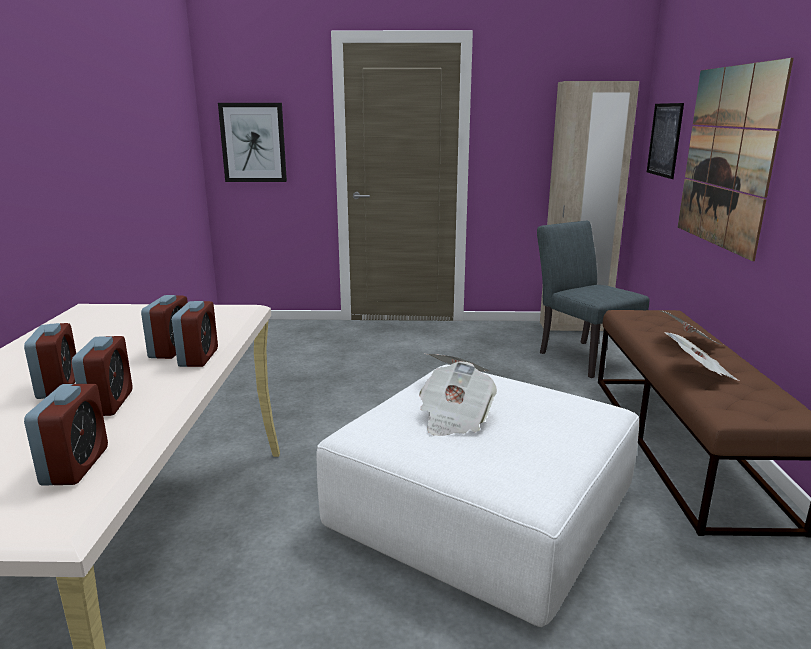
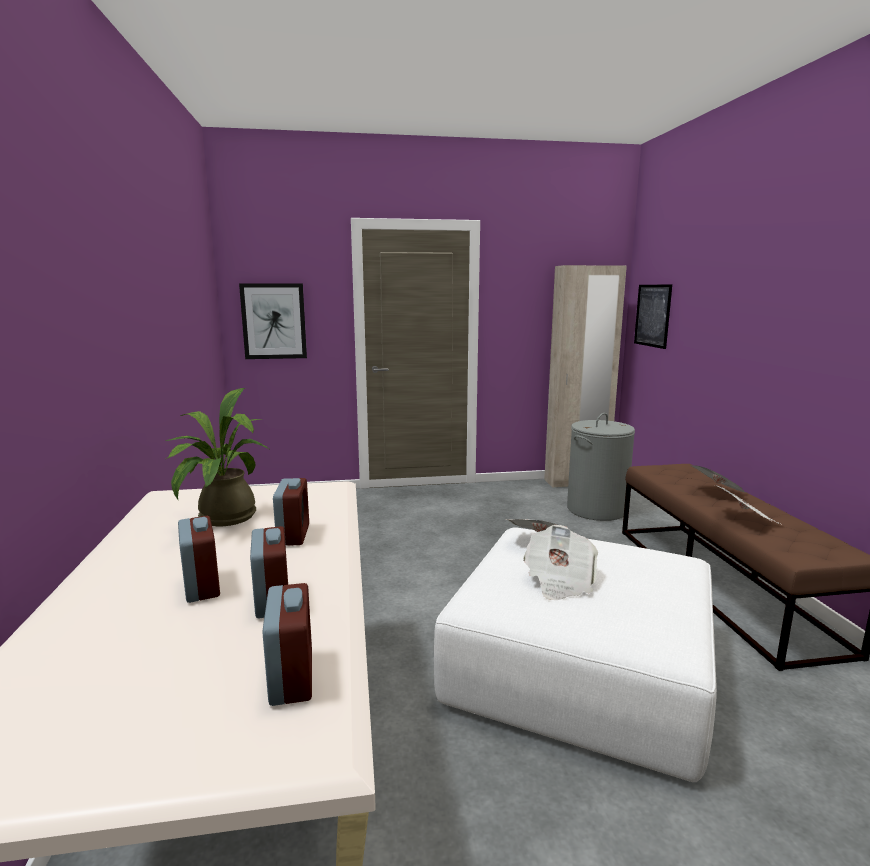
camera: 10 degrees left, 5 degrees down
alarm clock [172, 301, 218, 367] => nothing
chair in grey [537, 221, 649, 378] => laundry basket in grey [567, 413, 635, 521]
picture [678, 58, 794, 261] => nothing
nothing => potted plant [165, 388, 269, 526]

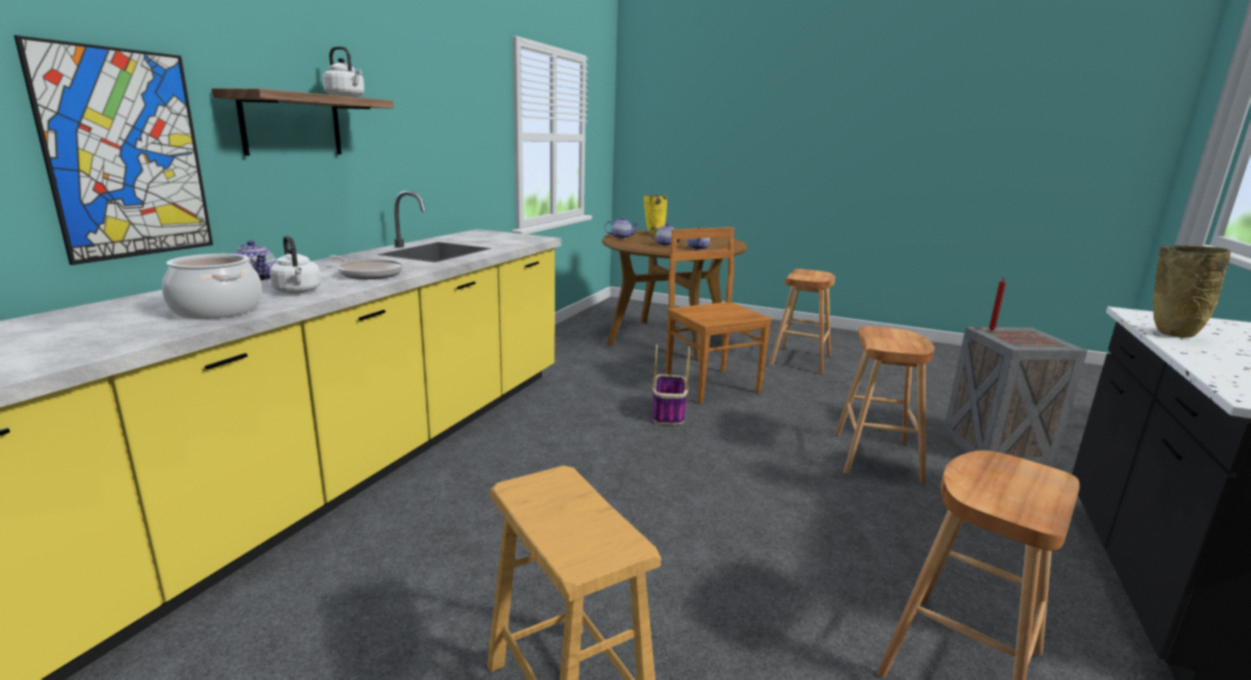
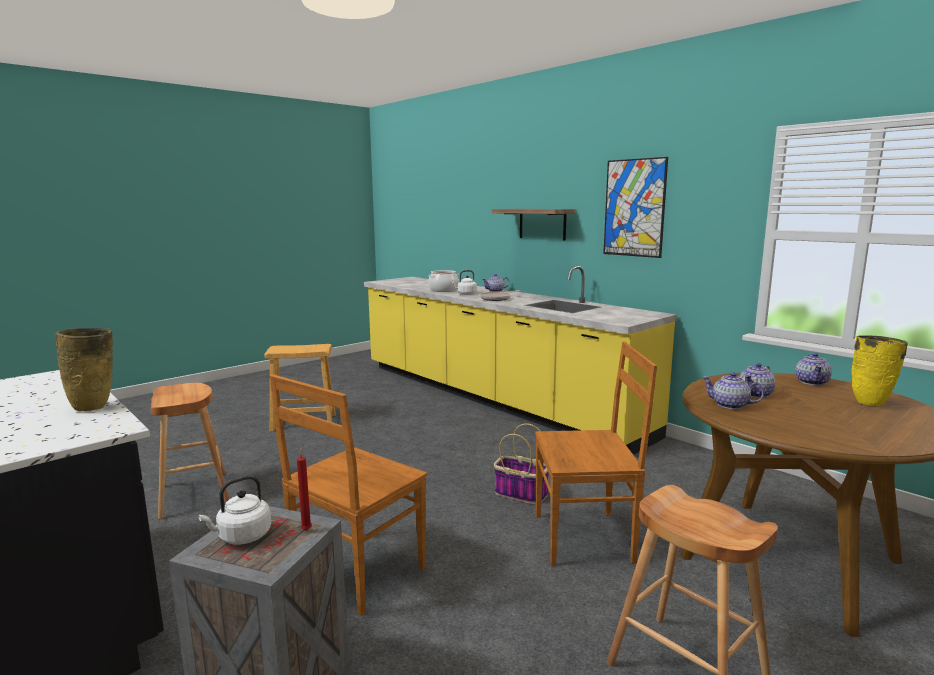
camera: 115 degrees right, 5 degrees down
picture [14, 35, 213, 265] => picture [603, 157, 668, 258], moved
kettle in white [323, 46, 365, 97] => kettle in white [198, 475, 271, 545], moved
stool in brown [835, 326, 934, 485] => chair in brown [270, 374, 427, 616]

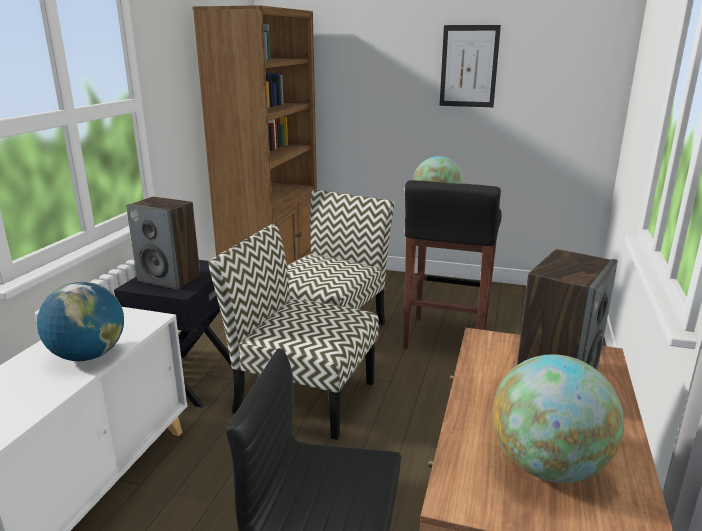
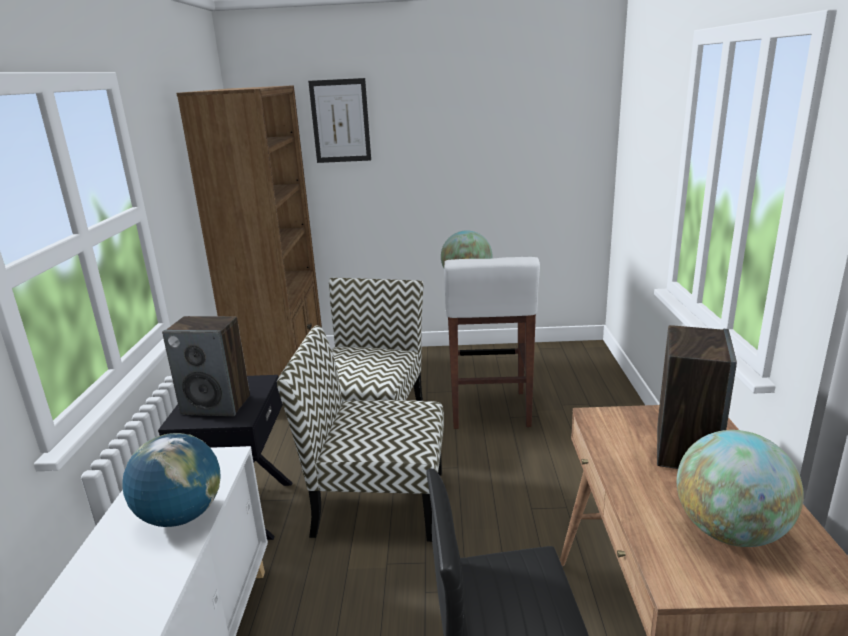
camera: 15 degrees left, 0 degrees up
stool in black [403, 180, 502, 348] => stool in white [444, 257, 540, 429]
picture [440, 25, 501, 107] => picture [308, 78, 371, 163], moved

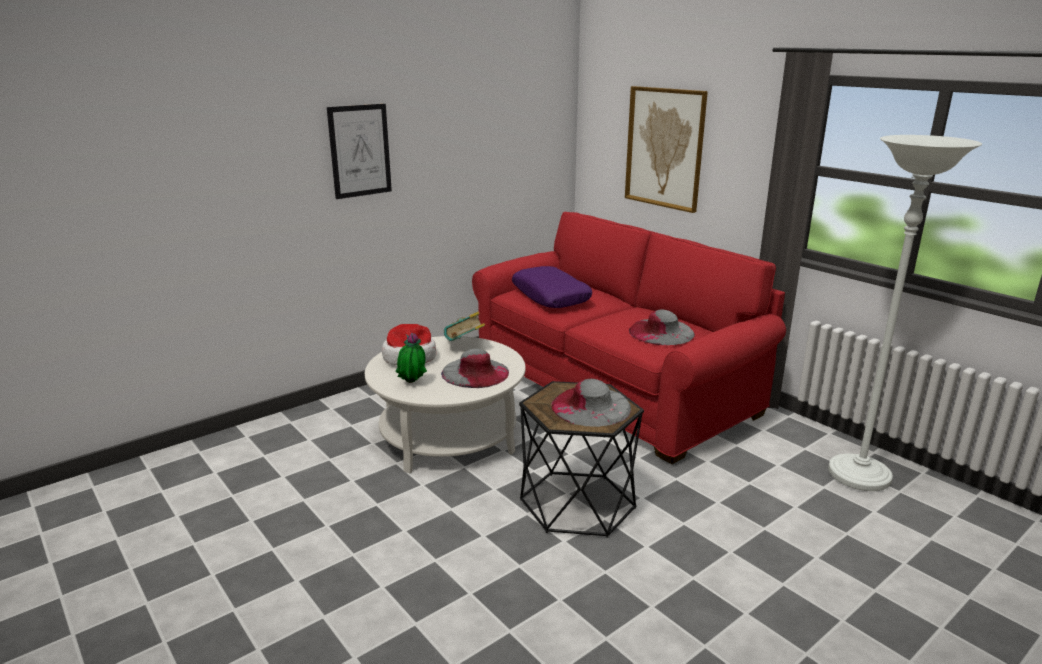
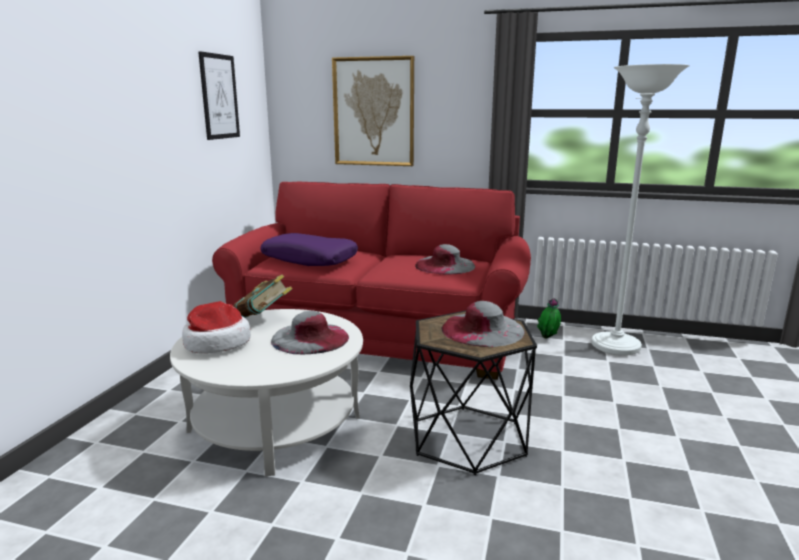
camera: 35 degrees left, 5 degrees down
picture [327, 104, 392, 199] => picture [198, 51, 240, 140], moved
potted plant [395, 333, 427, 383] => potted plant [537, 298, 561, 339], moved

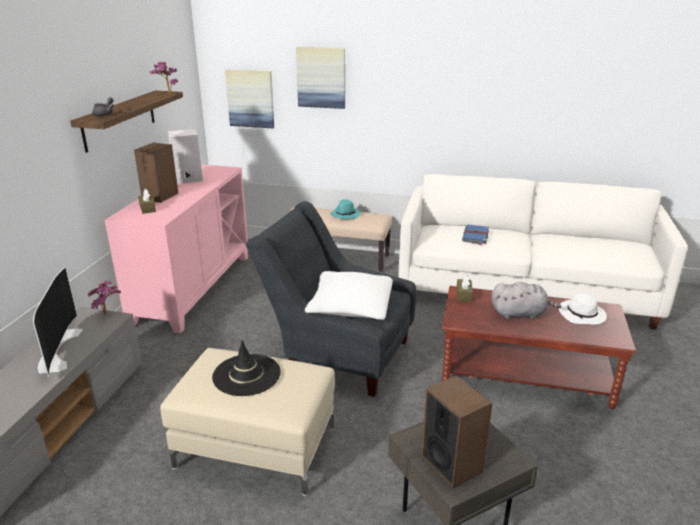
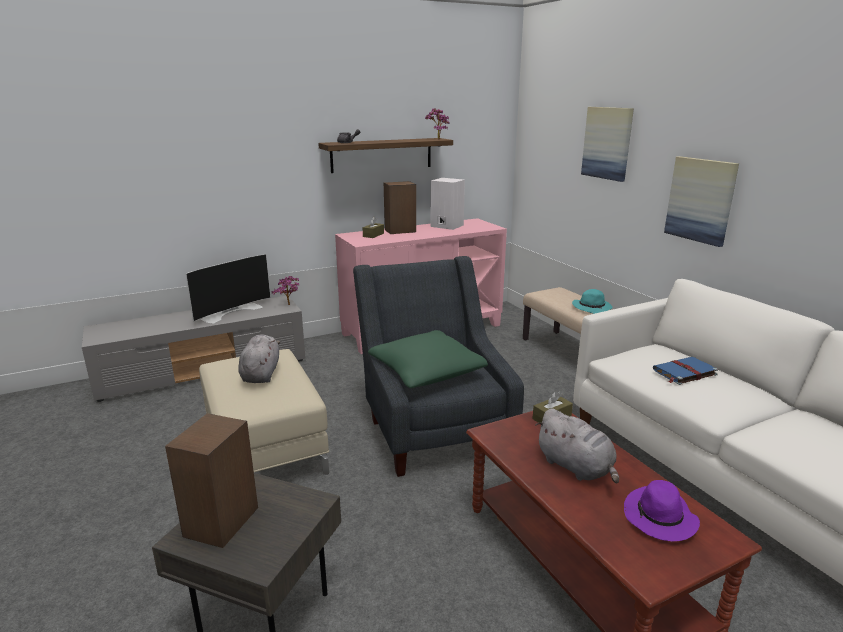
camera: 50 degrees right, 5 degrees down
hat in black [212, 340, 281, 396] => plush toy in grey [238, 335, 280, 383]
picture [225, 70, 274, 128] => picture [664, 156, 739, 247], moved
pillow in white [305, 271, 393, 320] => pillow in green [368, 330, 488, 388]
hat in white [559, 293, 607, 325] => hat in purple [624, 480, 700, 541]

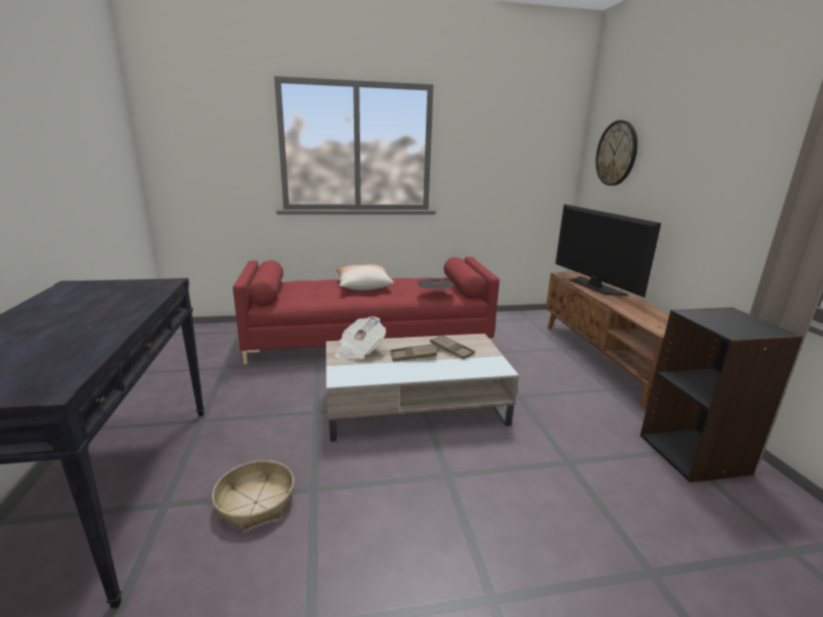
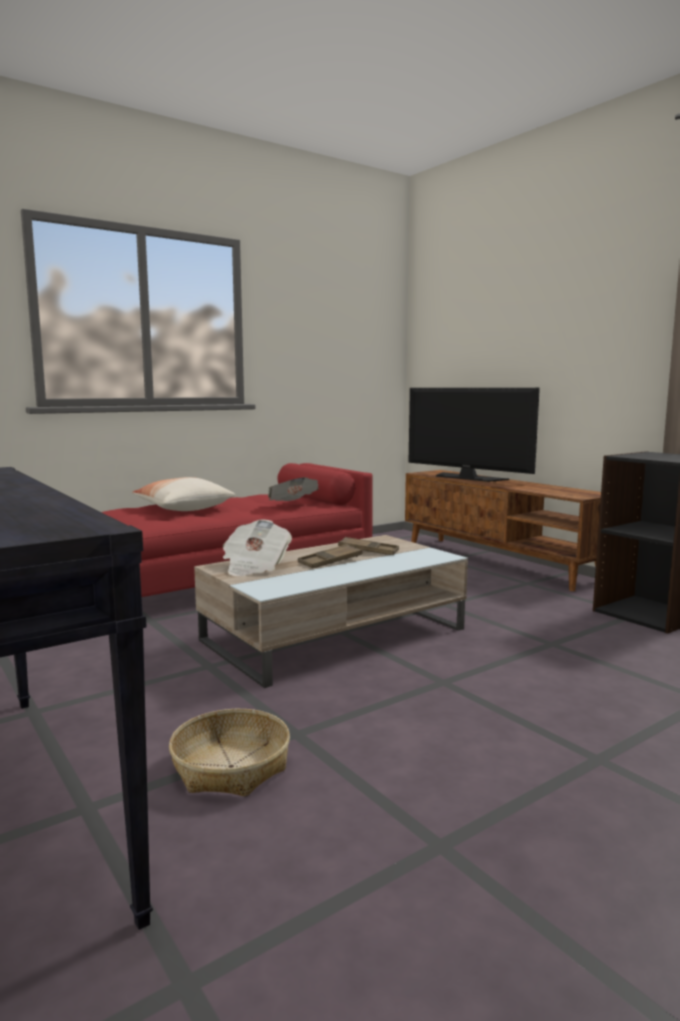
camera: 25 degrees left, 10 degrees down
wall clock [596, 120, 638, 186] => nothing

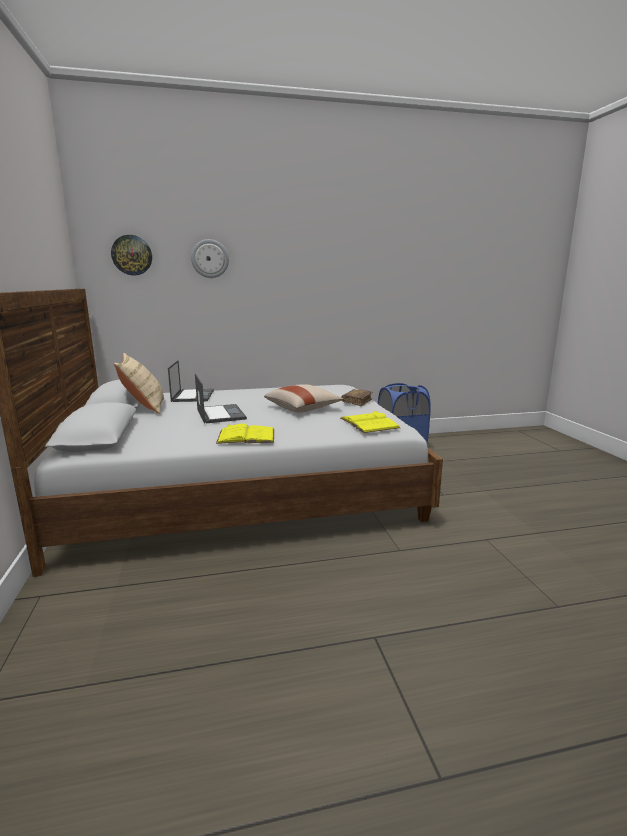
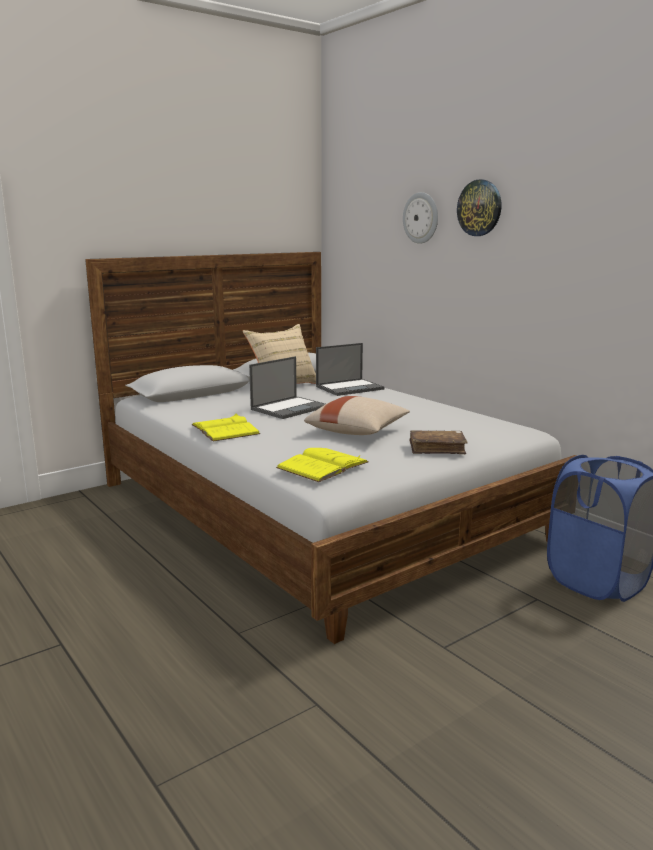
camera: 65 degrees right, 0 degrees up
wall clock [111, 235, 152, 275] => wall clock [457, 179, 501, 236], moved

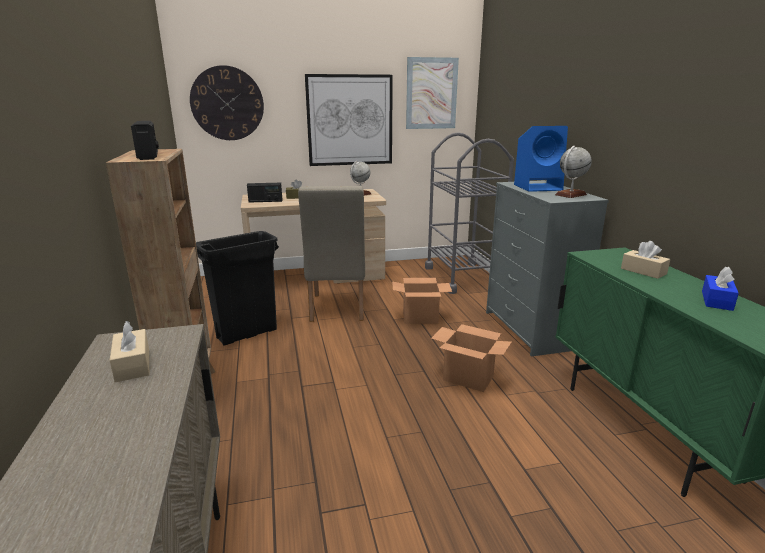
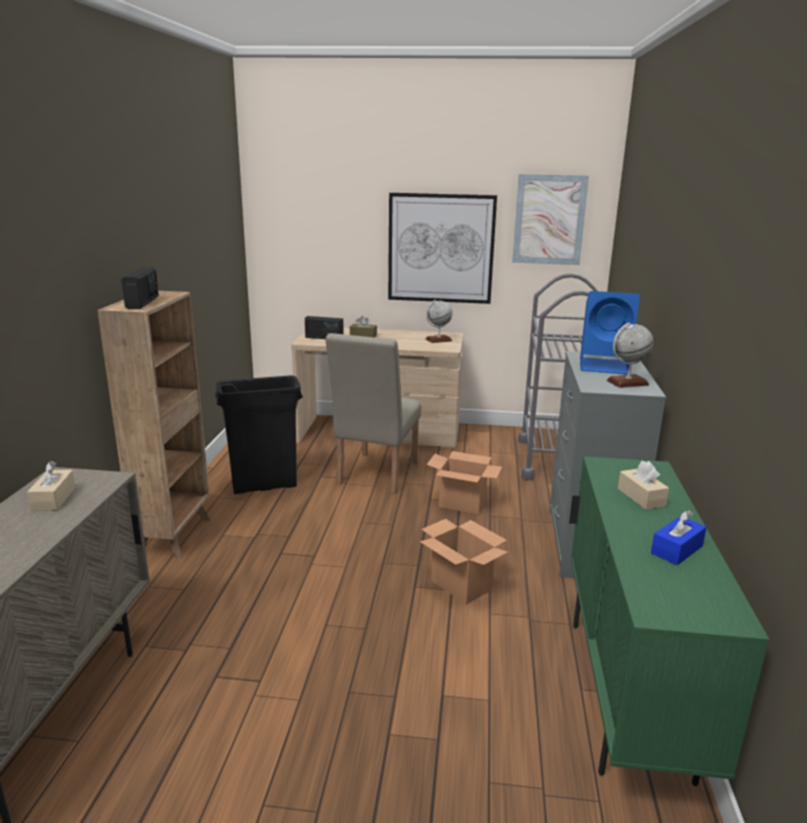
camera: 20 degrees right, 0 degrees up
wall clock [190, 65, 264, 140] => nothing

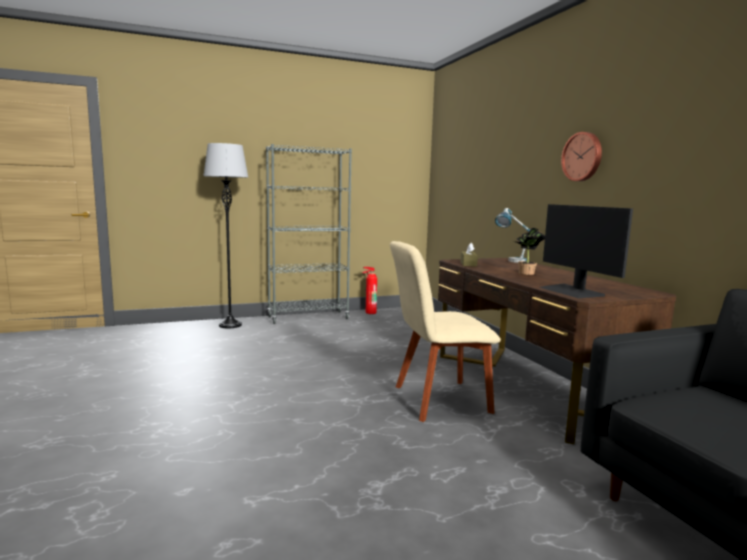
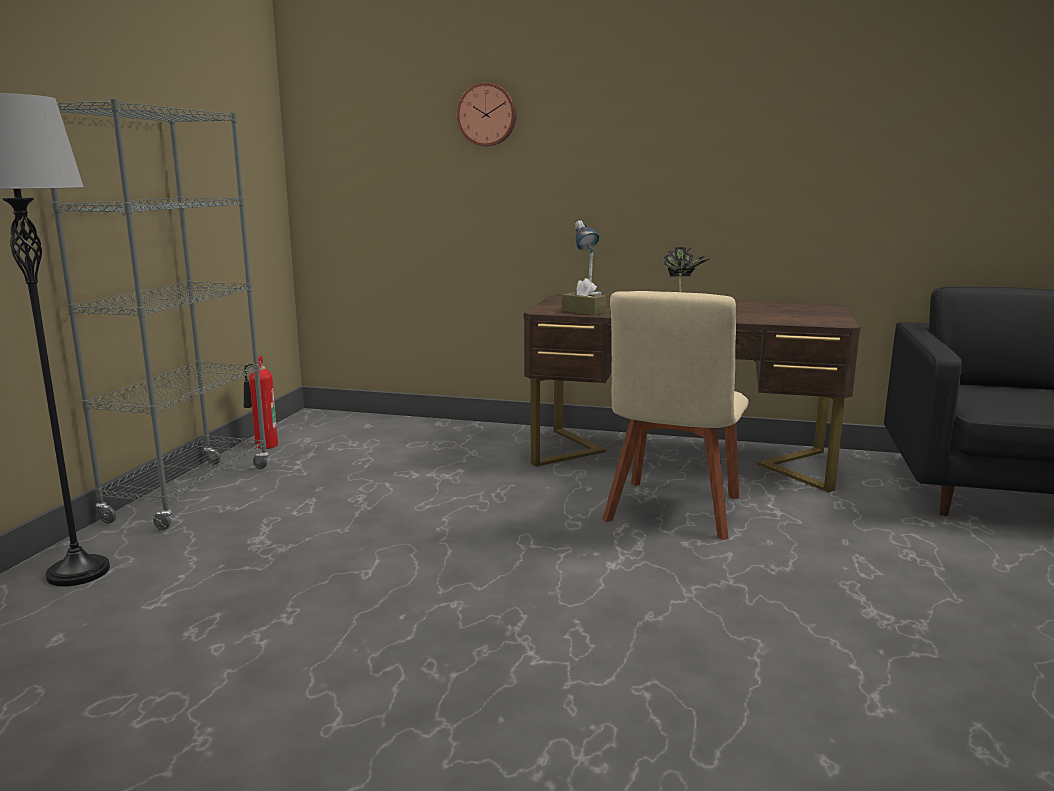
camera: 55 degrees left, 5 degrees up
monitor [539, 204, 633, 298] => nothing
wall clock [561, 132, 602, 181] => wall clock [457, 83, 516, 146], moved

